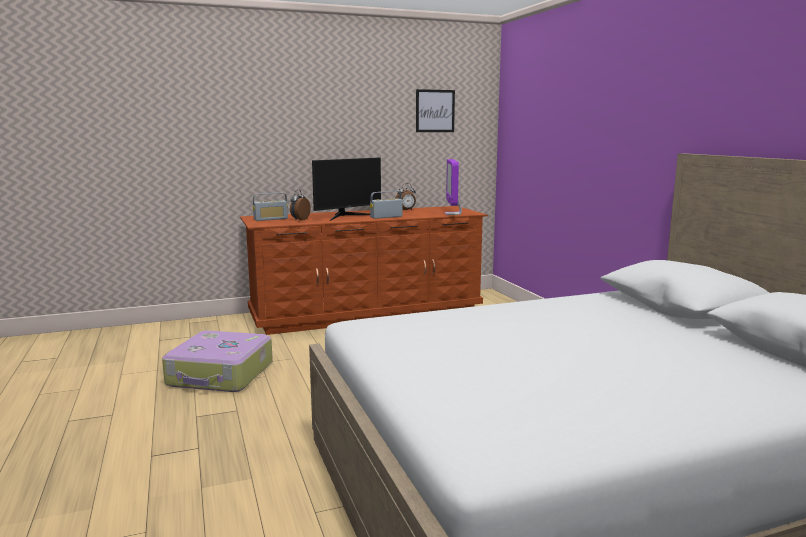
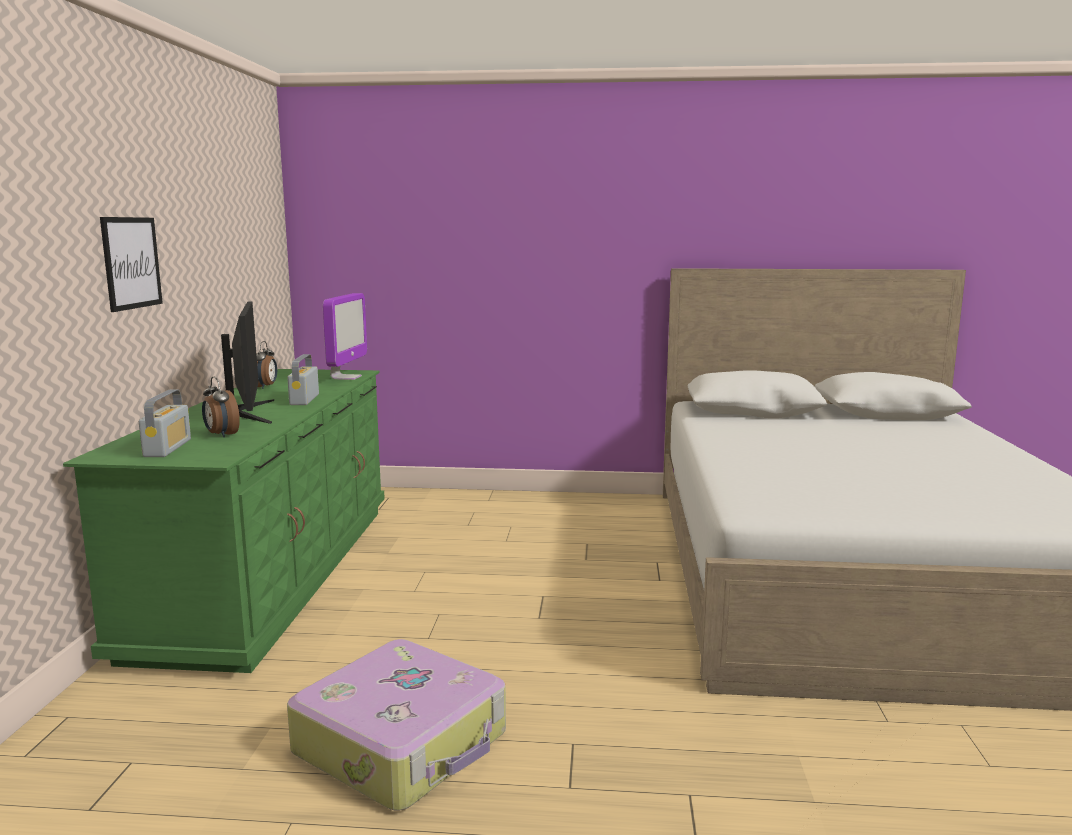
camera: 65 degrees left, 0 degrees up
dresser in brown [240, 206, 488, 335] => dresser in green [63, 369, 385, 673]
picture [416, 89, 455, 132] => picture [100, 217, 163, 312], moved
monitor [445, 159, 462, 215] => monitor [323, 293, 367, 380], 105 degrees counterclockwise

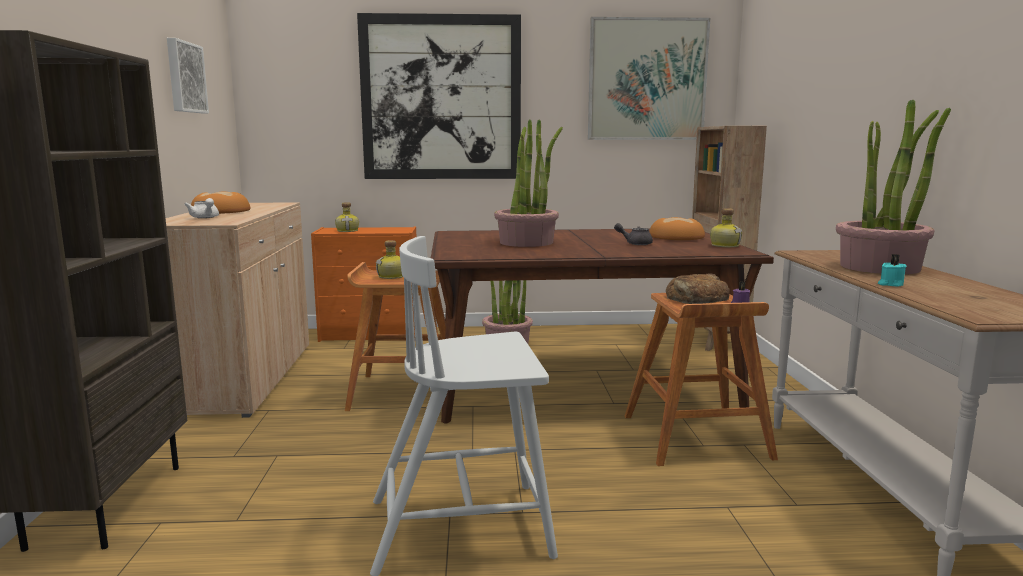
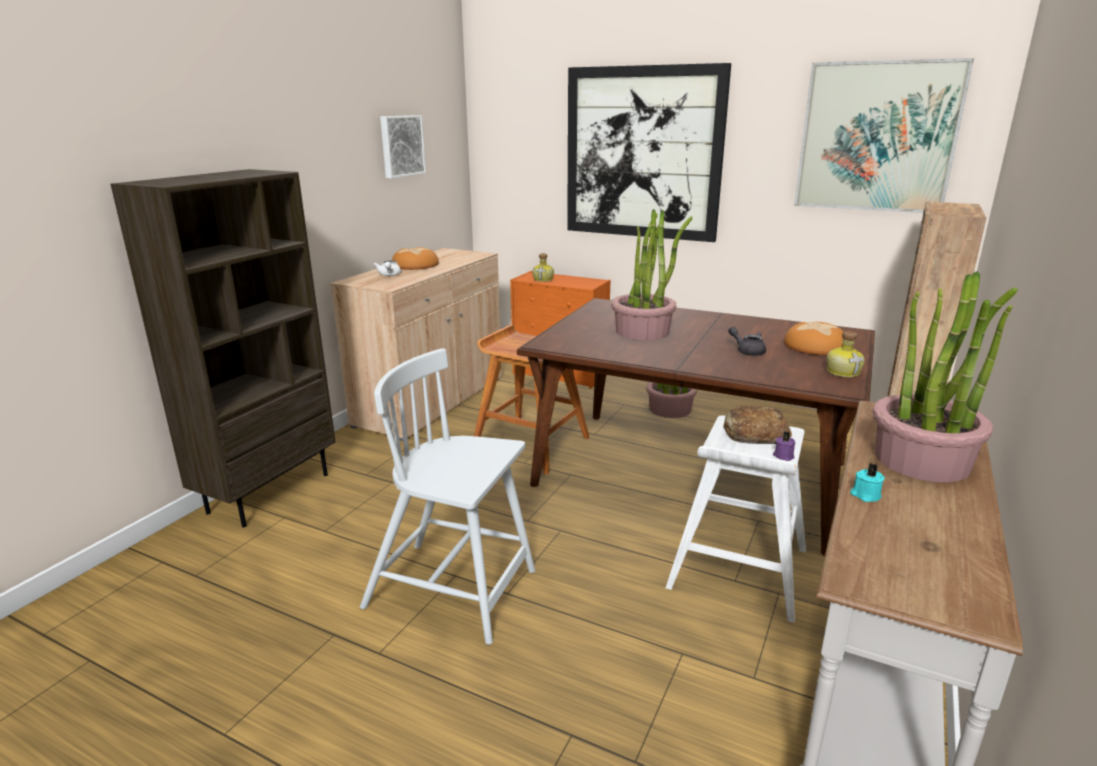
camera: 30 degrees right, 10 degrees up
bottle [376, 240, 403, 279] => nothing
stool in brown [624, 293, 778, 466] => stool in white [666, 415, 806, 623]

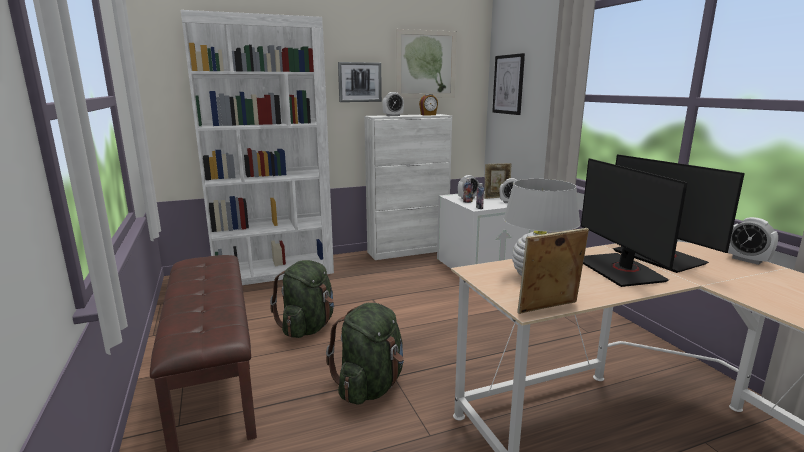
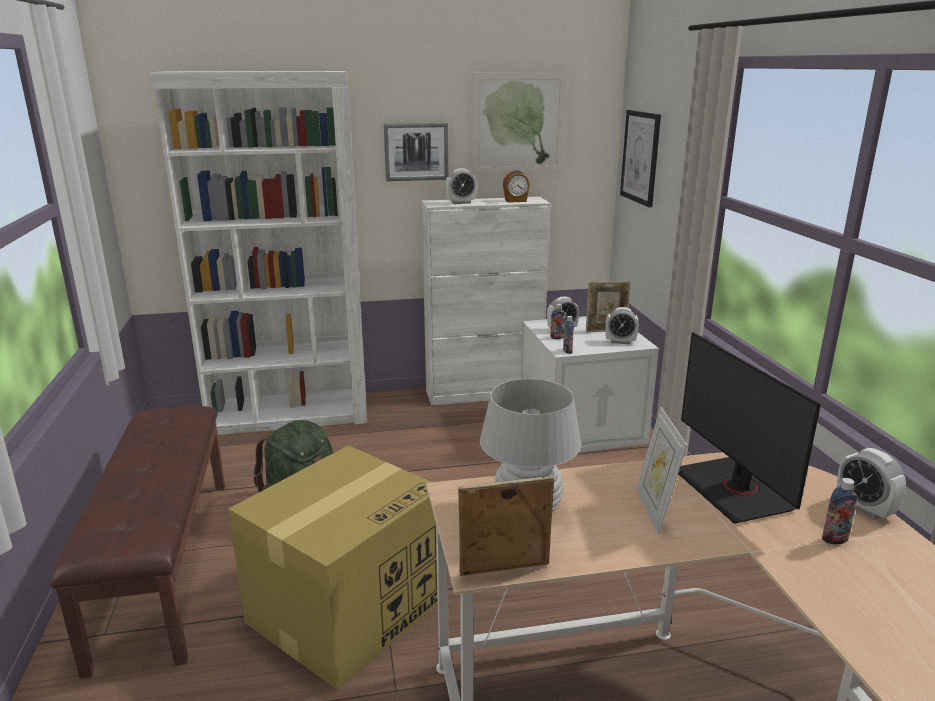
camera: 10 degrees right, 5 degrees up
backpack in green [326, 303, 404, 405] => cardboard box [229, 445, 438, 690]
monitor [581, 158, 688, 287] => picture frame [636, 407, 687, 534]
nothing => bottle [822, 478, 858, 544]

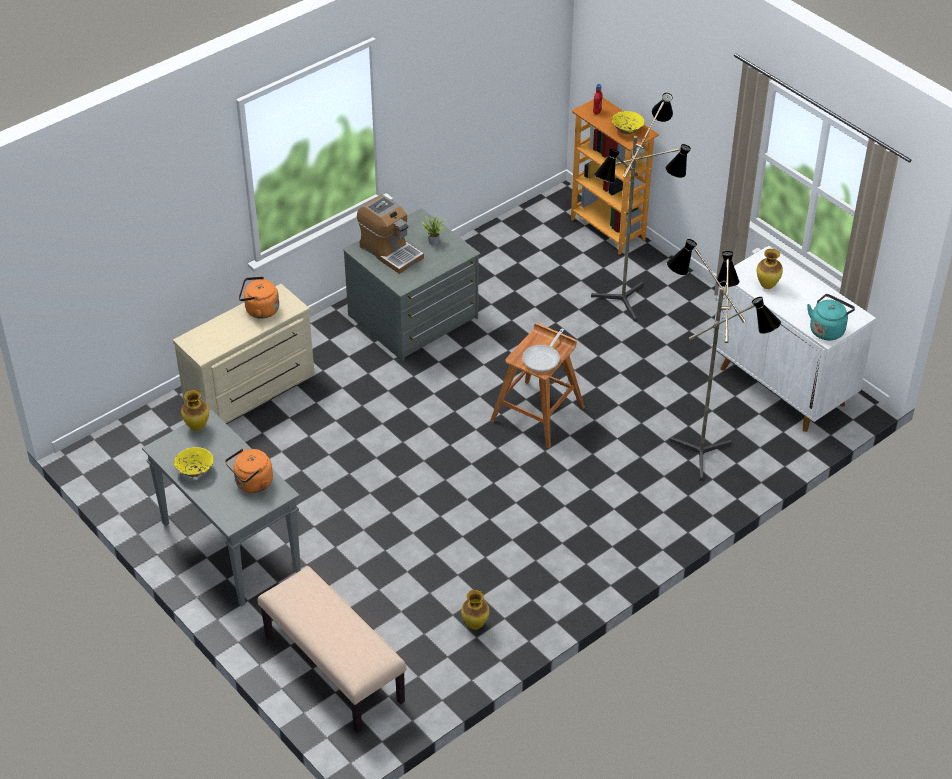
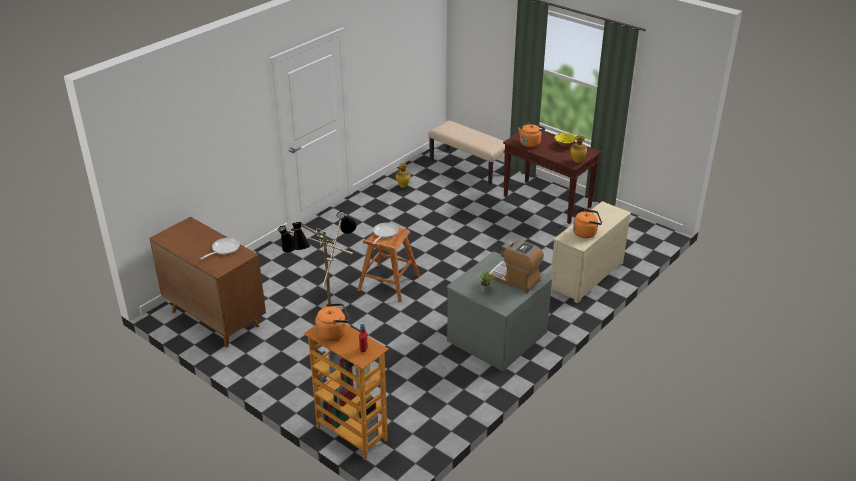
camera: 170 degrees right, 10 degrees down
console table in grey [142, 410, 301, 607] => console table in brown [503, 131, 601, 224]
bowl in yellow [612, 111, 645, 134] => kettle in orange [315, 303, 350, 341]
floor lamp [667, 239, 781, 480] => nothing
cabinet in white [711, 245, 876, 432] => cabinet in brown [149, 217, 266, 347]
vase [757, 249, 783, 289] => frying pan [200, 238, 240, 259]
kettle in turquoise [807, 294, 855, 340] => nothing

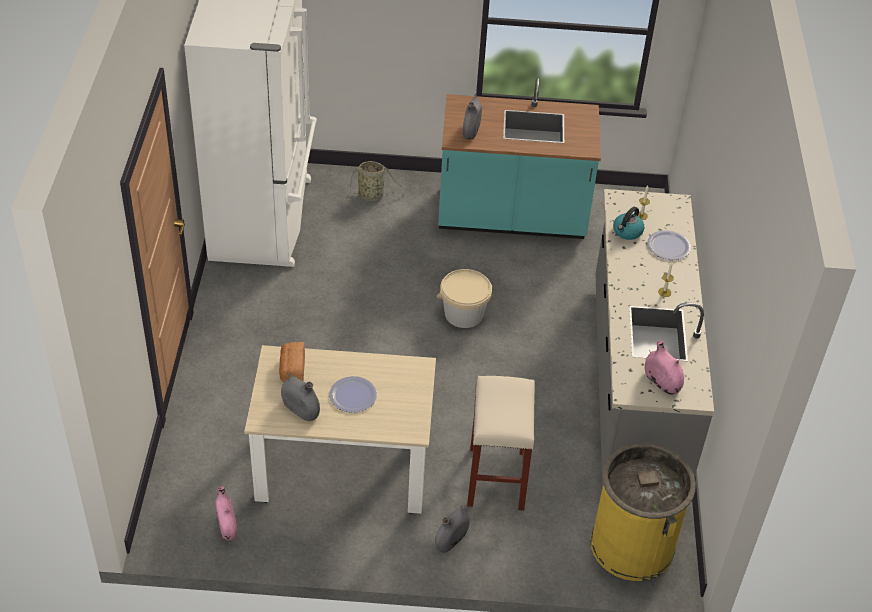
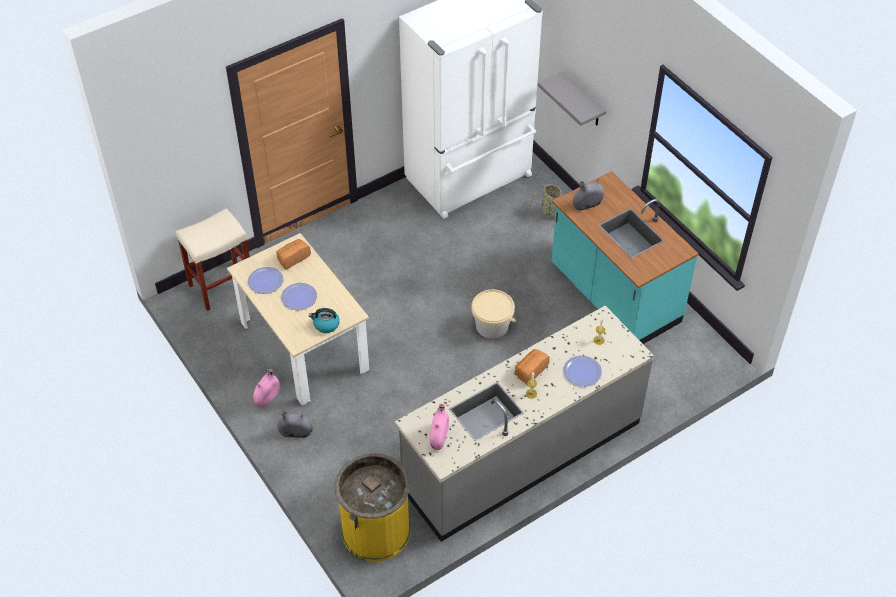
camera: 55 degrees right, 5 degrees up
vase in pink [215, 486, 238, 541] => vase in pink [253, 369, 280, 408], moved
vase in grey [281, 373, 320, 421] => plate [248, 267, 283, 294]
stool in beige [467, 376, 535, 511] => stool in beige [175, 208, 250, 311], moved
kettle [613, 207, 644, 240] => kettle [309, 308, 340, 333], moved
nothing => bread [515, 349, 550, 384]
nothing => shelf in grey [538, 71, 606, 126]

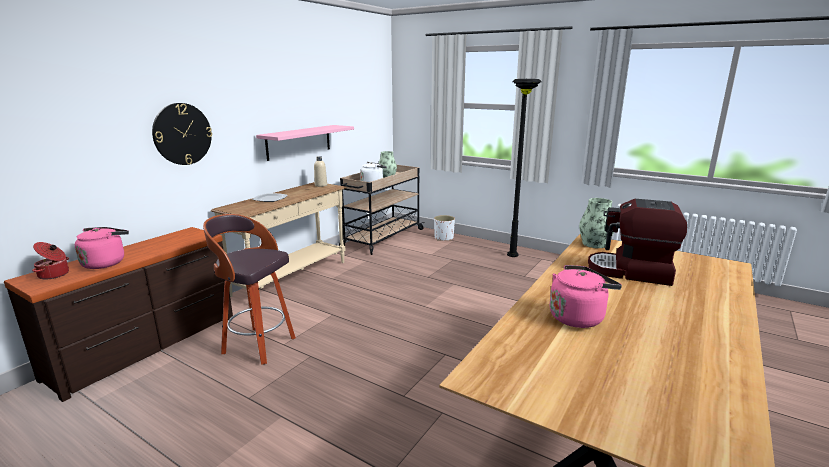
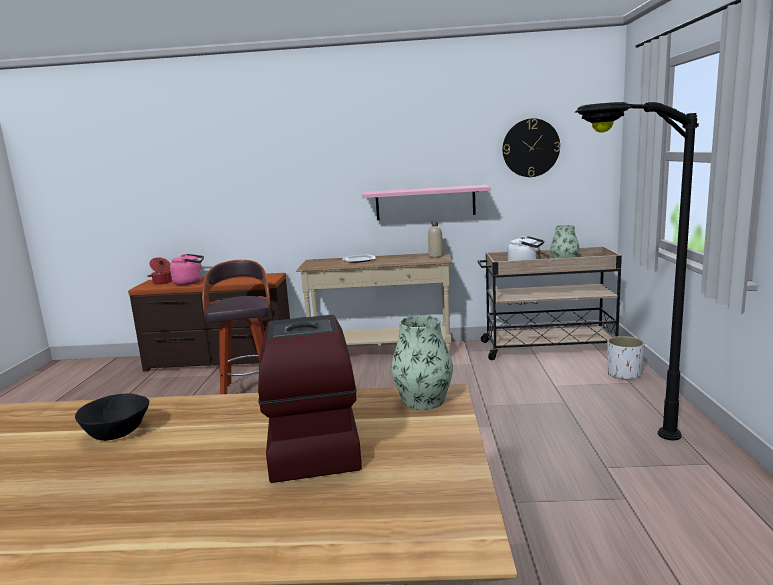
camera: 60 degrees right, 5 degrees down
wall clock [152, 103, 212, 165] => wall clock [502, 118, 560, 177], moved
kettle in pink [550, 265, 622, 328] => bowl in black [75, 393, 149, 441]

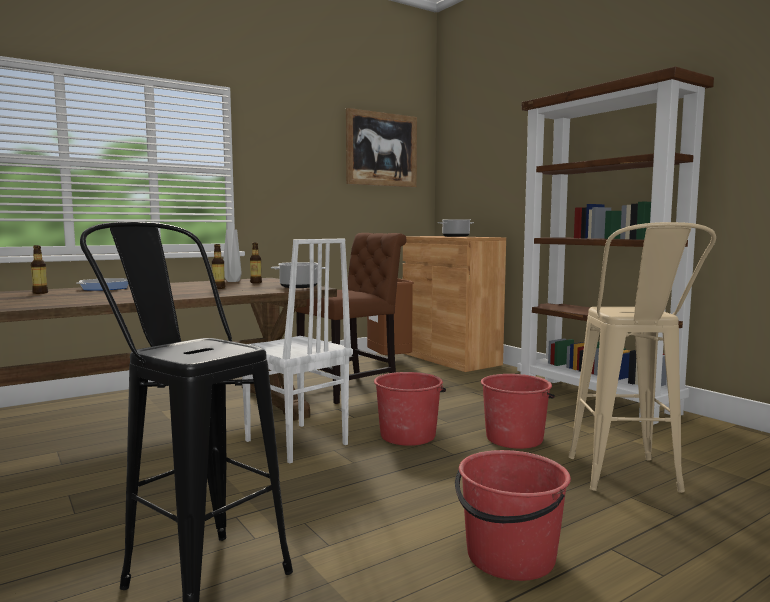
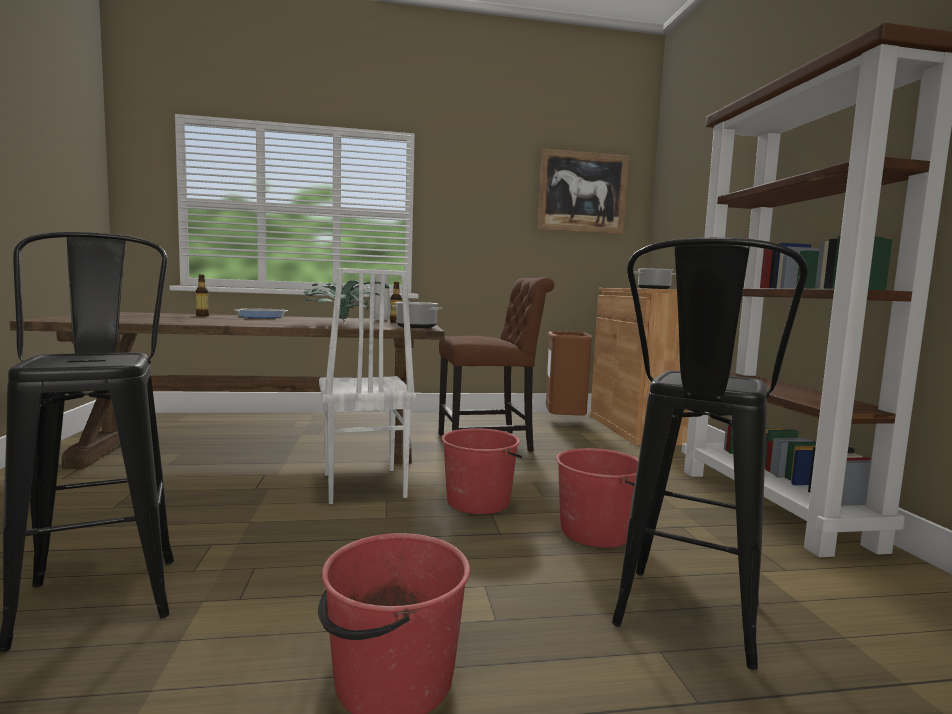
camera: 25 degrees right, 0 degrees up
bottle [212, 244, 225, 289] => potted plant [304, 280, 389, 322]
stool in beige [569, 222, 716, 493] => stool in black [612, 237, 808, 670]

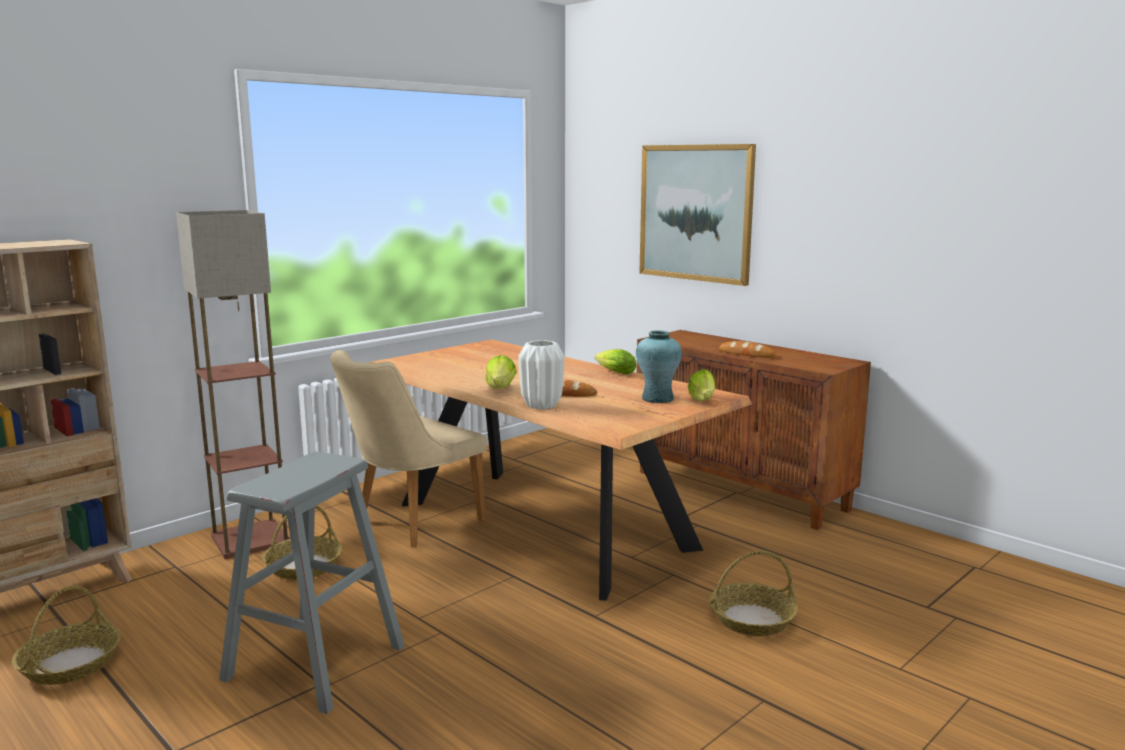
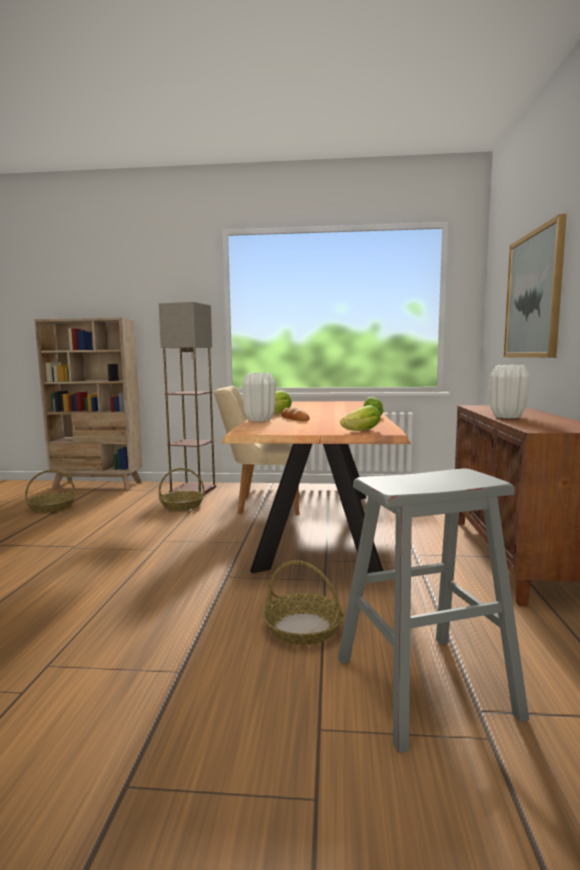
camera: 50 degrees right, 5 degrees down
stool in grey [219, 452, 405, 714] => stool in grey [338, 468, 529, 753], moved
vase in turquoise [636, 331, 682, 403] => nothing
bread [719, 341, 776, 358] => vase in white [490, 365, 530, 418]

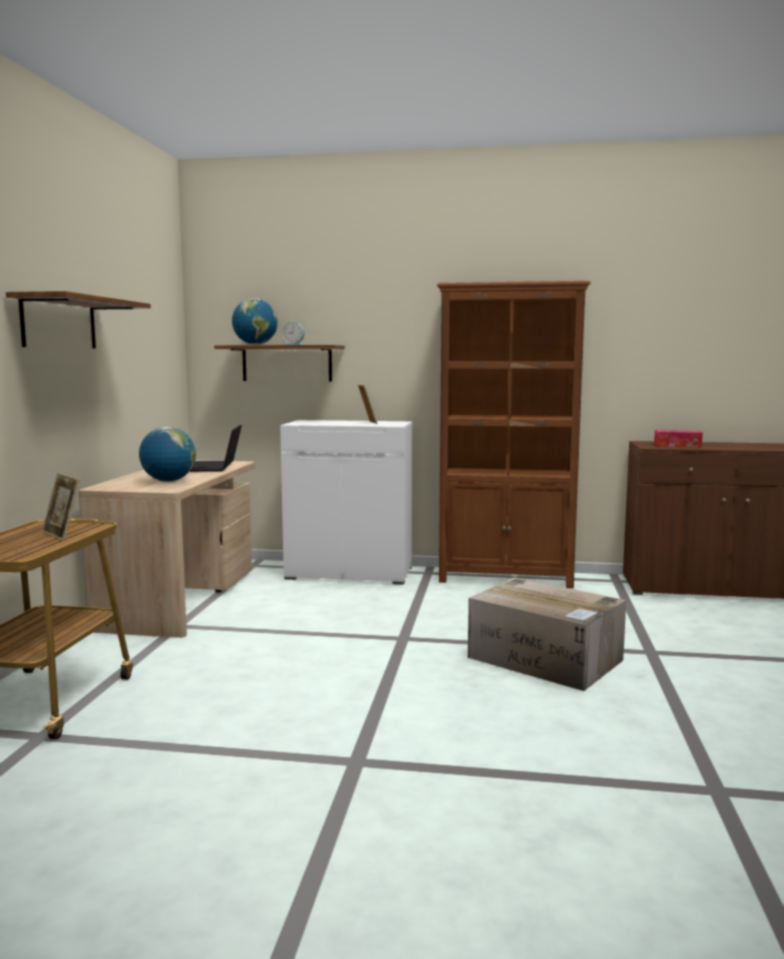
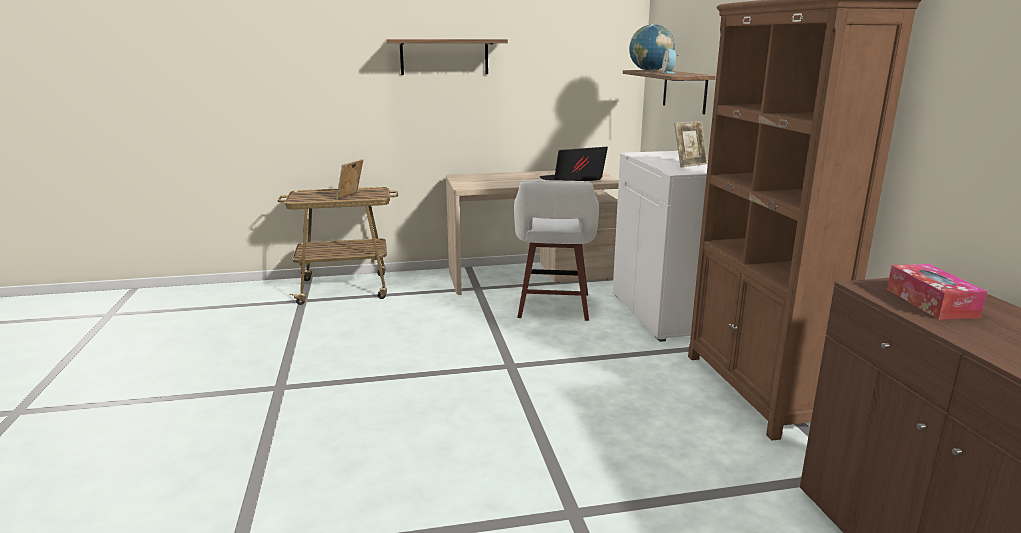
camera: 70 degrees right, 10 degrees up
globe [139, 427, 196, 482] => nothing
cardboard box [468, 578, 626, 691] => nothing
nothing => stool in white [514, 180, 599, 321]

